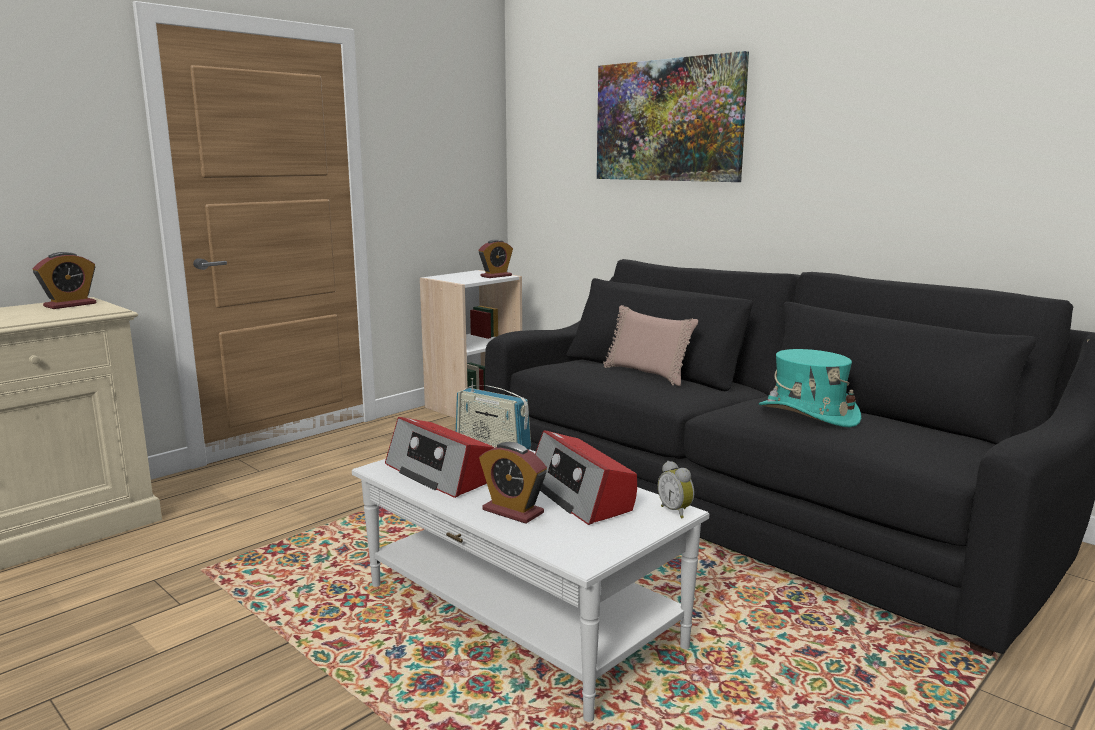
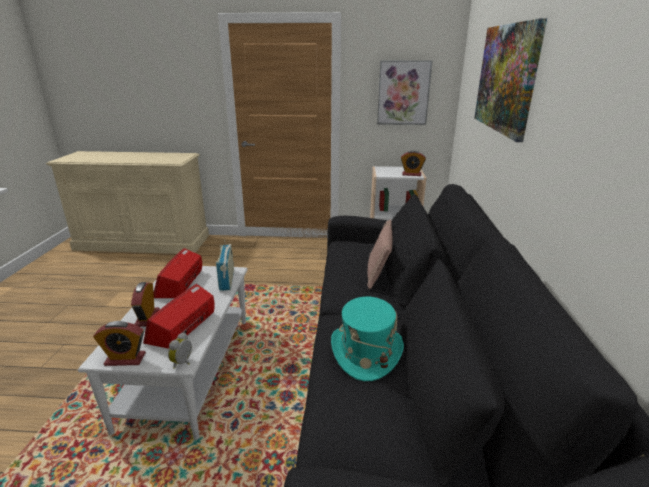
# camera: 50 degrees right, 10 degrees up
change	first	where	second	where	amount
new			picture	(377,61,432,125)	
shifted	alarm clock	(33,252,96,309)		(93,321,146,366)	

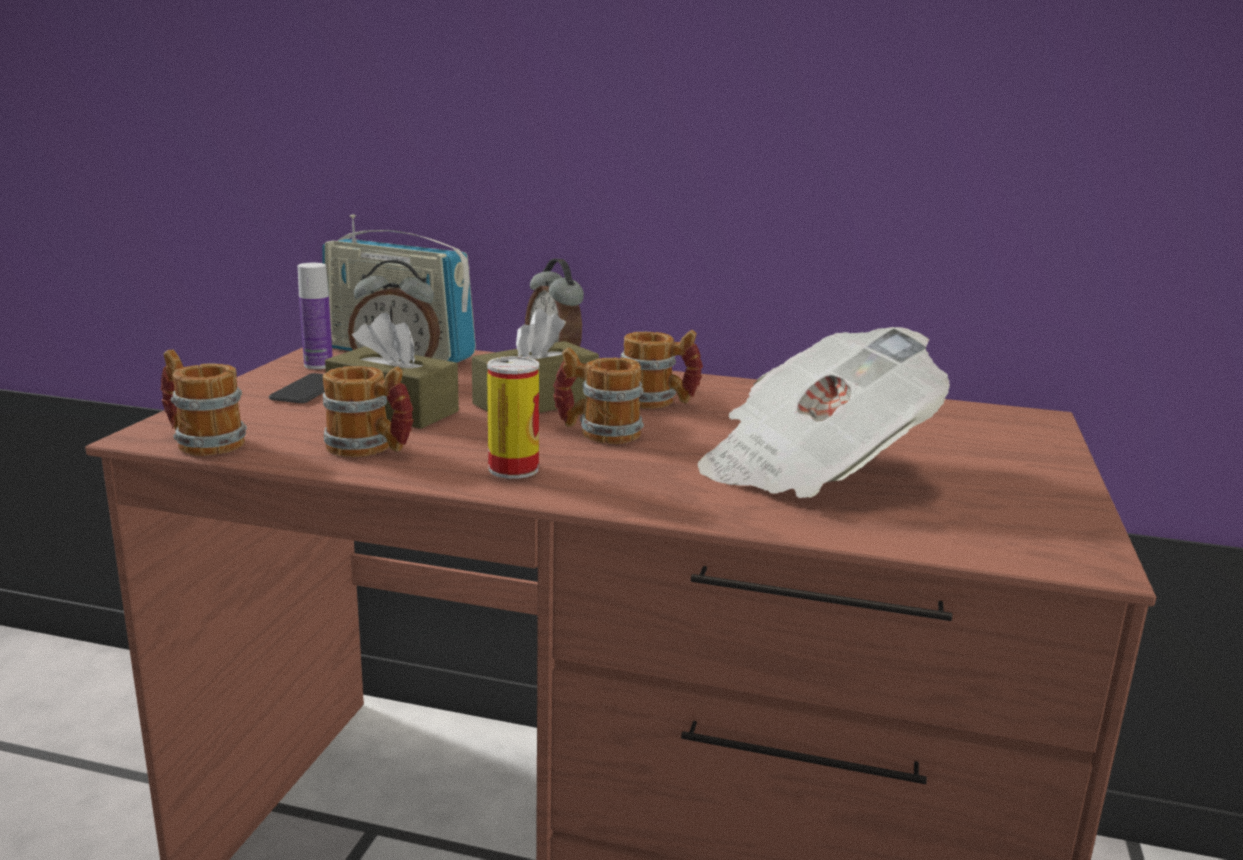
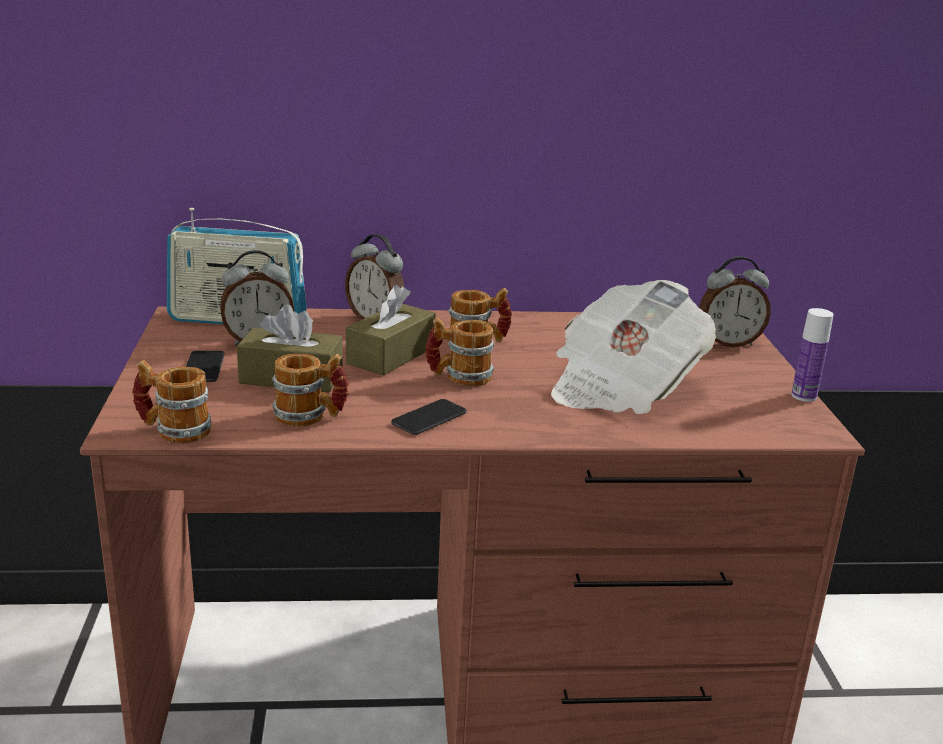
# camera: 20 degrees left, 5 degrees up
change	first	where	second	where	amount
new			alarm clock	(699,256,771,348)	
shifted	bottle	(298,263,333,369)		(791,308,834,402)	
swapped	can	(487,356,539,479)	phone	(391,399,467,435)	

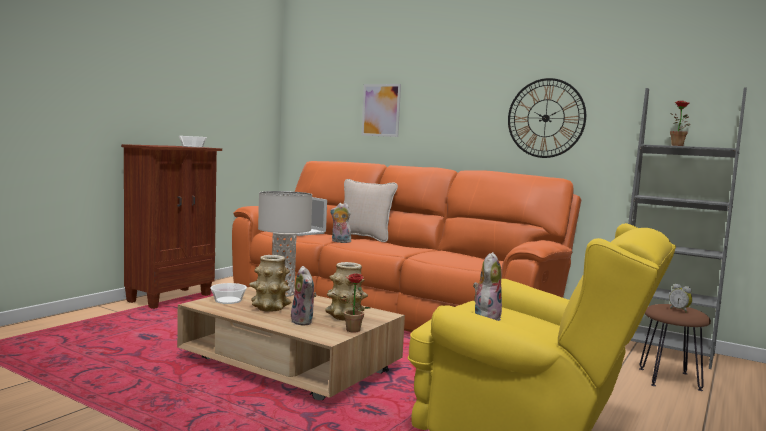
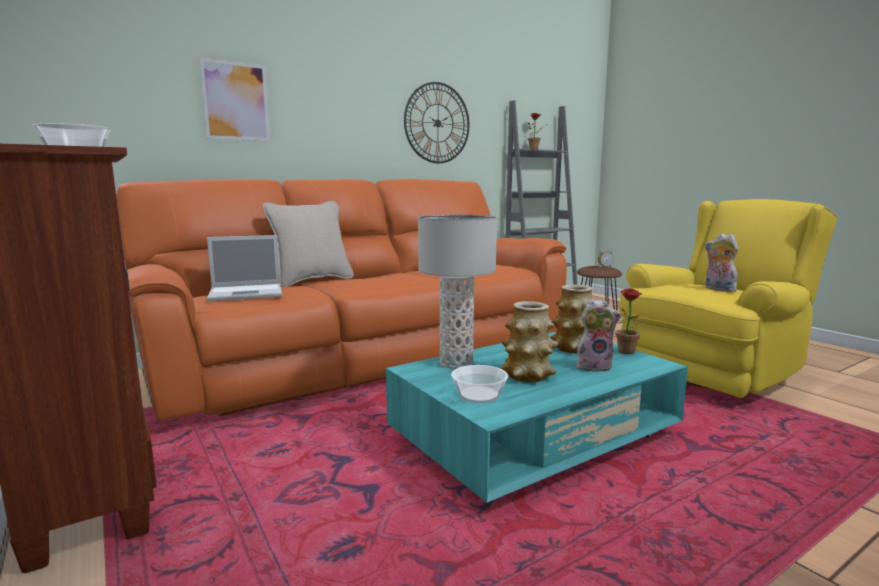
# camera: 65 degrees left, 5 degrees up
change	first	where	second	where	amount
gone	plush toy	(330,203,351,243)			
repainted	coffee table/brown	(177,287,405,401)	coffee table/turquoise	(386,331,688,503)	

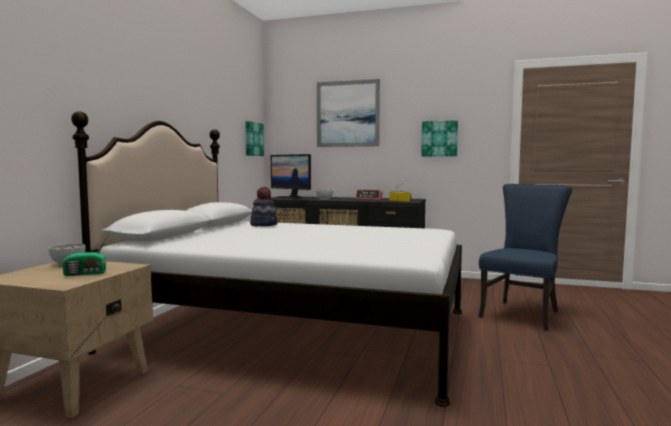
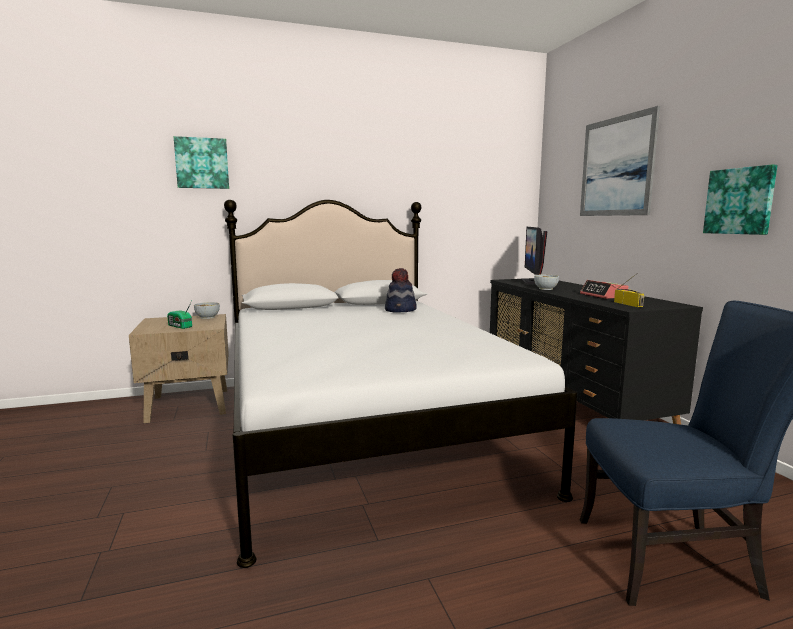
# camera: 55 degrees right, 5 degrees up
change	first	where	second	where	amount
shifted	picture	(245,121,264,156)		(174,136,229,189)	

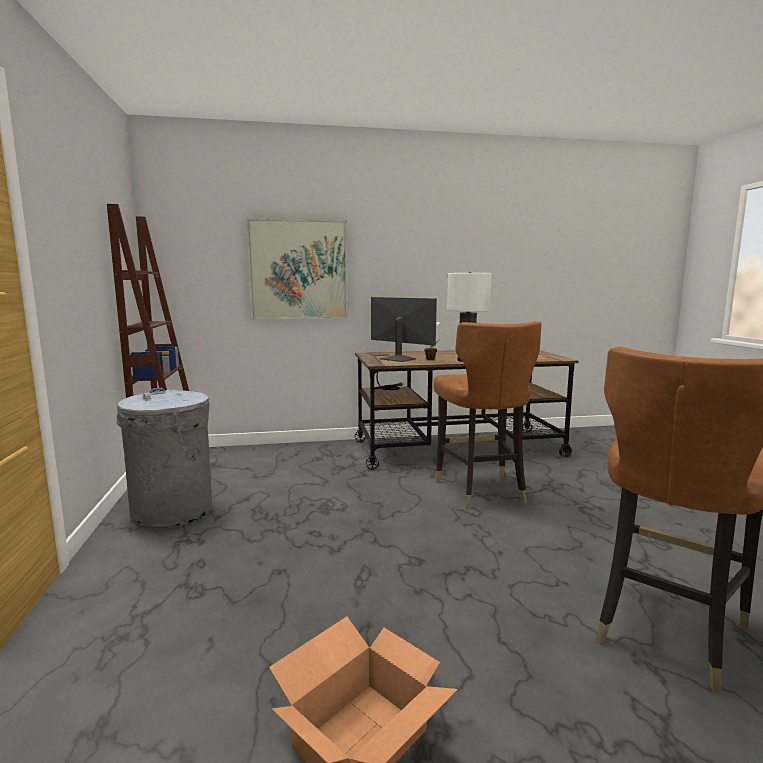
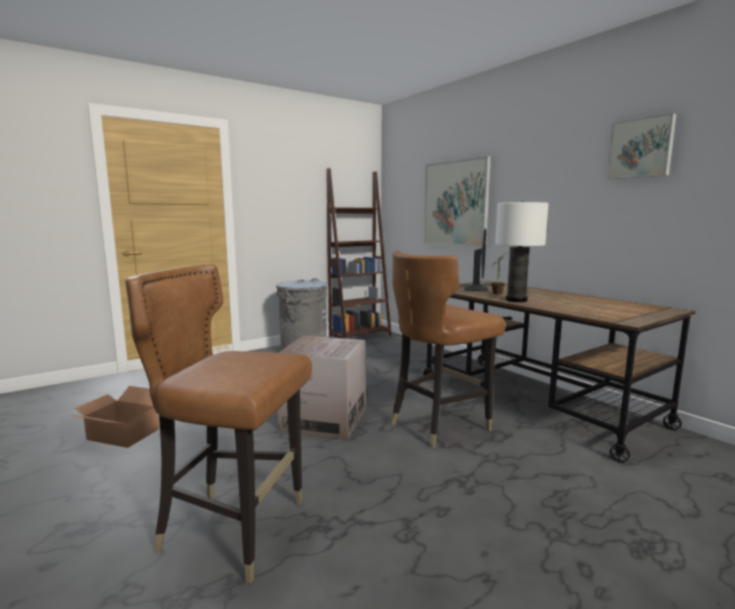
# camera: 65 degrees right, 0 degrees up
change	first	where	second	where	amount
new			cardboard box	(278,336,366,439)	
new			picture	(607,113,676,179)	

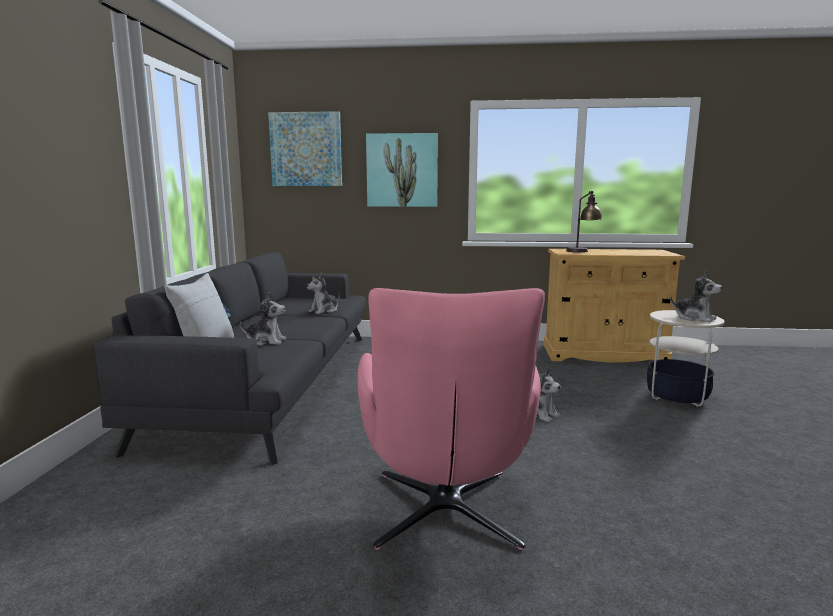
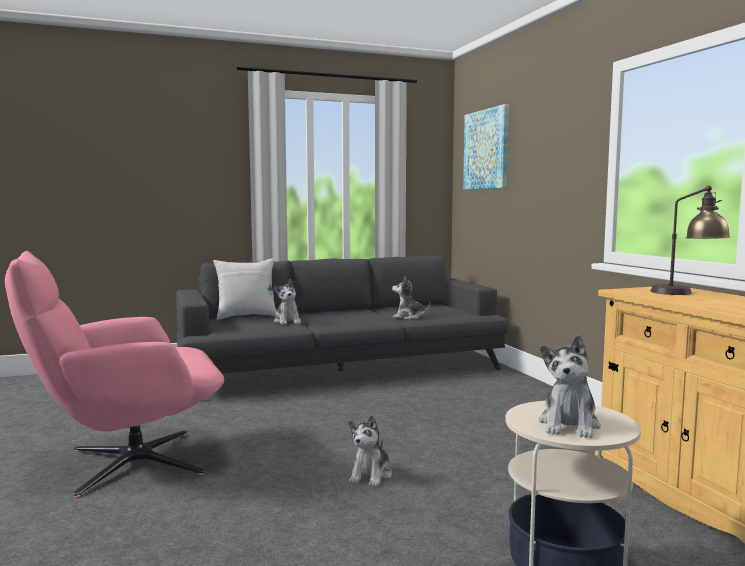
# camera: 65 degrees right, 5 degrees down
change	first	where	second	where	amount
gone	picture	(366,133,438,207)			

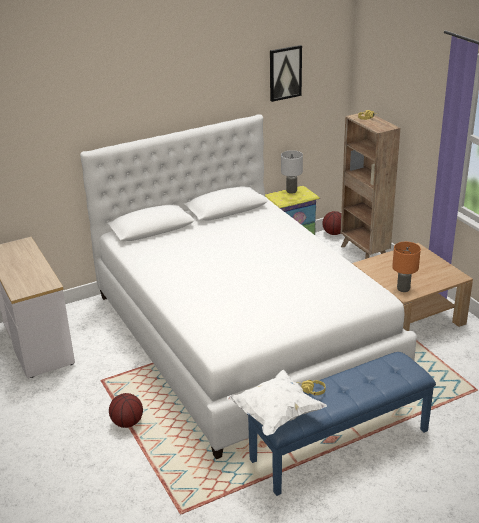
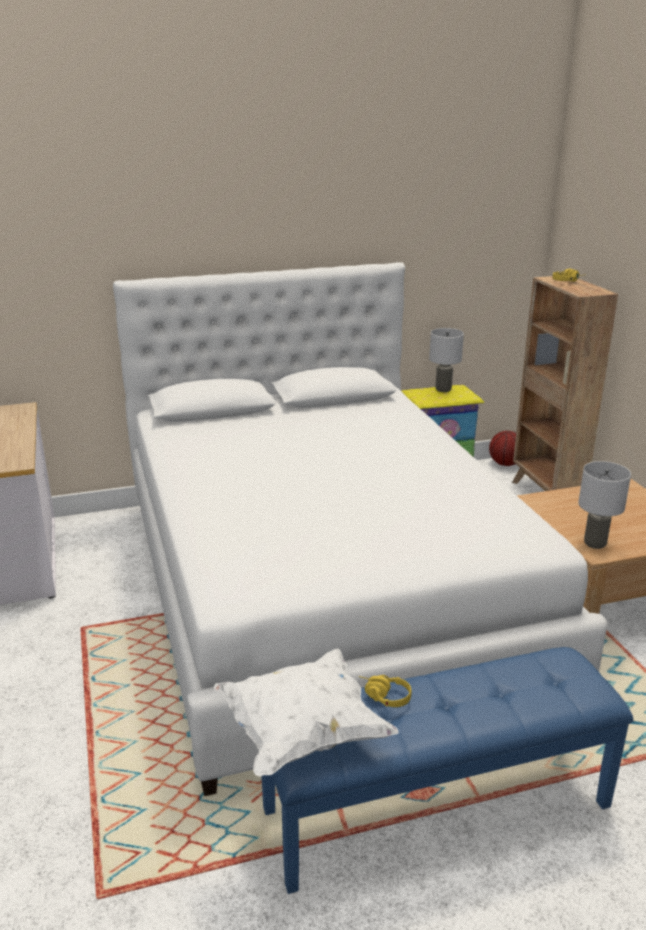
# camera: 10 degrees right, 5 degrees down
change	first	where	second	where	amount
gone	basketball	(109,393,143,428)			
gone	picture	(270,45,302,102)			
repainted	table lamp/orange	(392,242,421,292)	table lamp/white	(578,461,631,549)	

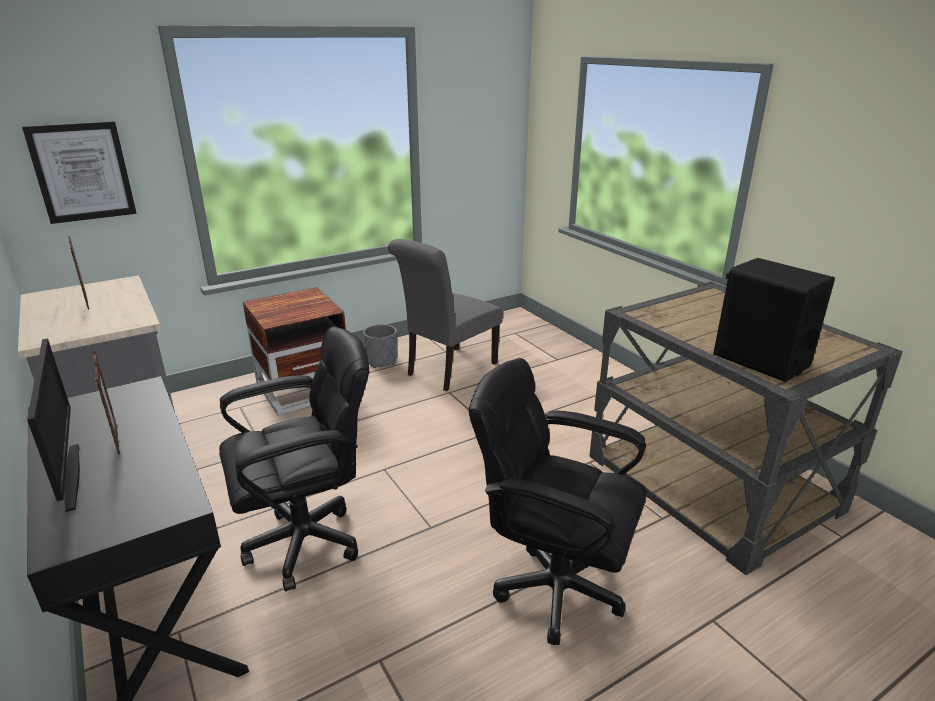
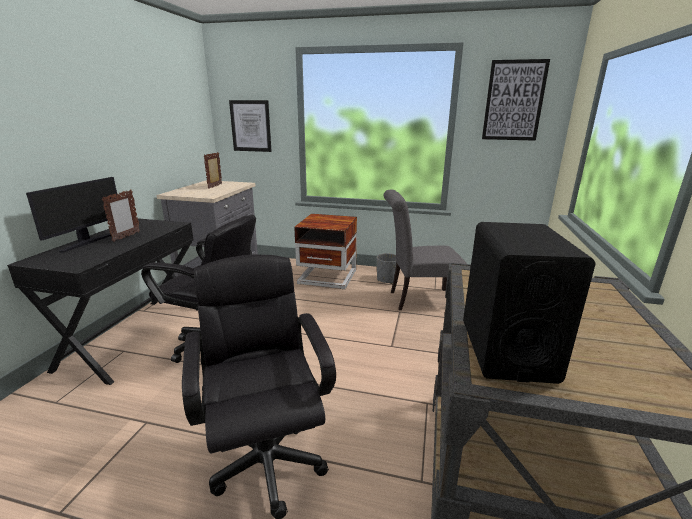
# camera: 45 degrees right, 5 degrees down
change	first	where	second	where	amount
new			picture	(482,59,550,141)	

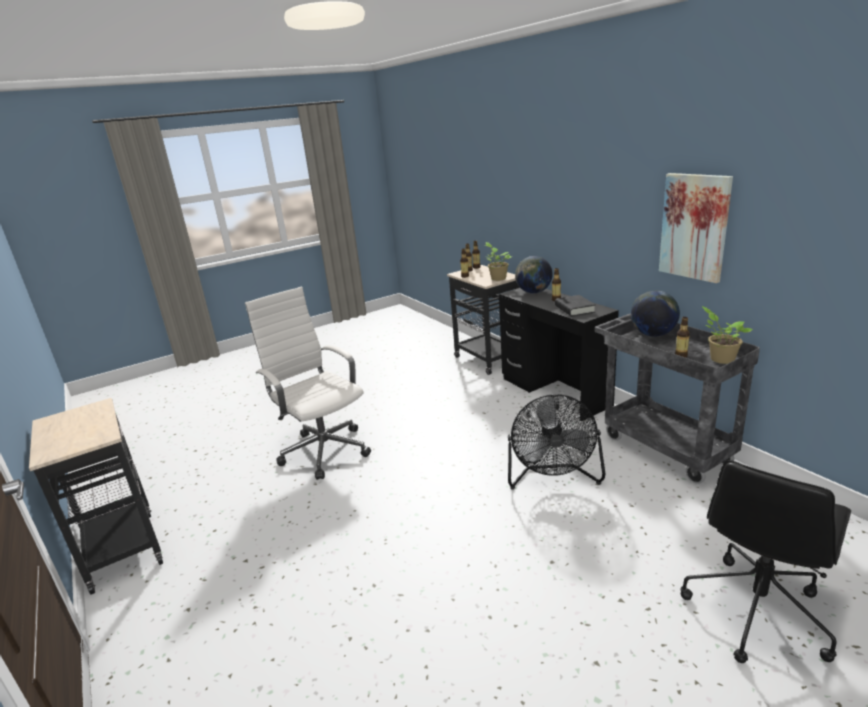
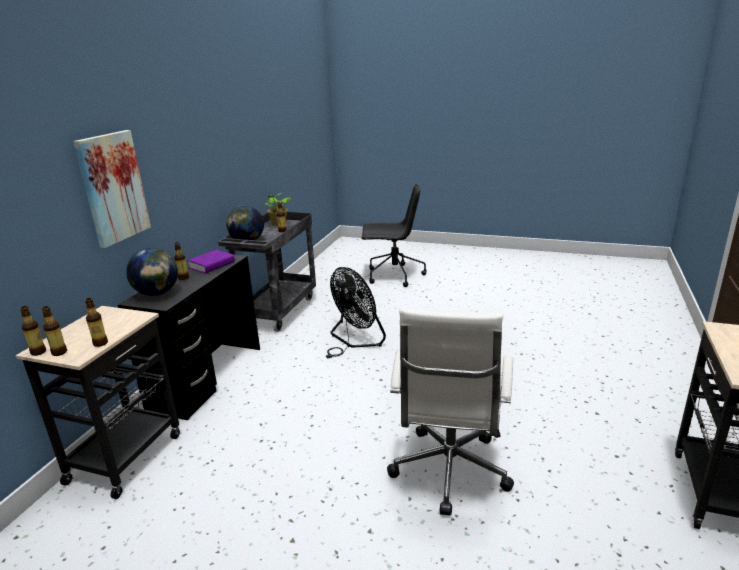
# camera: 130 degrees left, 0 degrees up
change	first	where	second	where	amount
gone	potted plant	(485,242,512,281)			
shifted	picture	(659,173,733,283)		(73,130,151,248)	
repainted	book/black	(555,295,596,317)	book/purple	(187,250,235,273)	

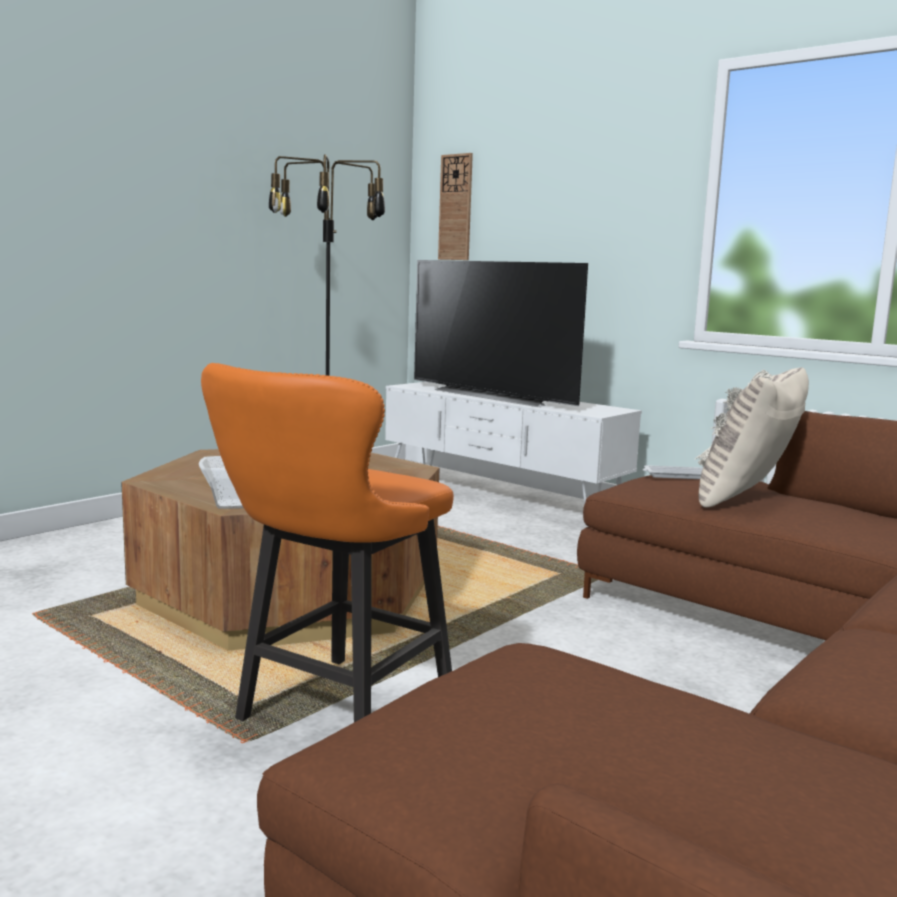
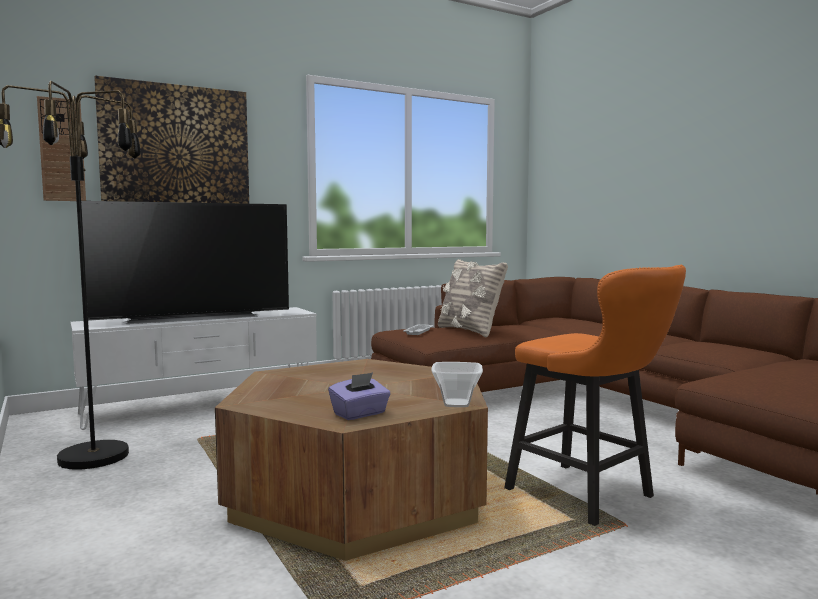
# camera: 70 degrees left, 5 degrees down
change	first	where	second	where	amount
new			picture	(94,76,249,204)	
new			tissue box/purple	(328,372,391,420)	

